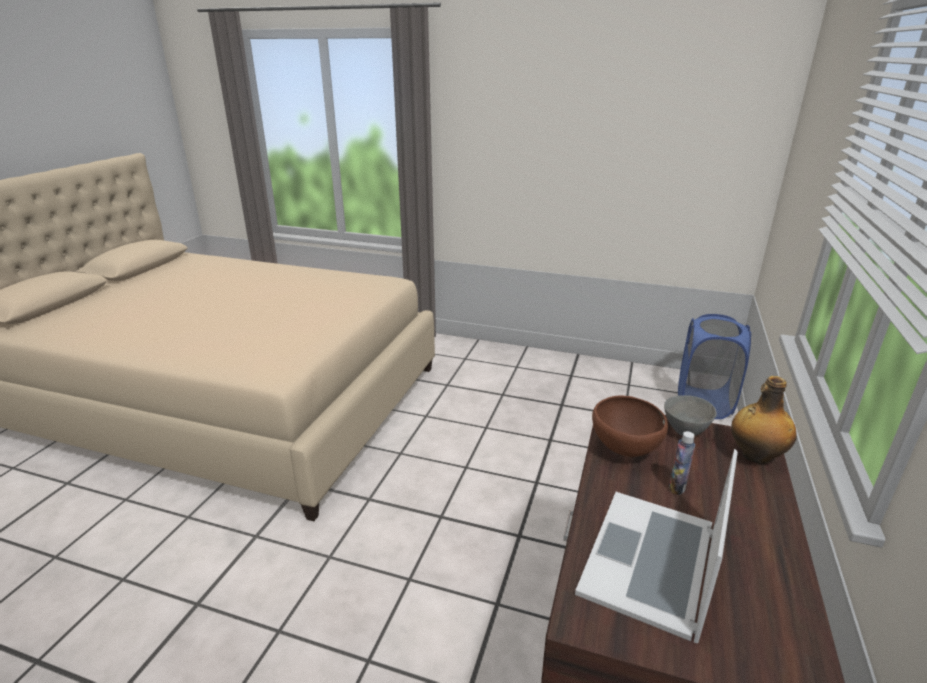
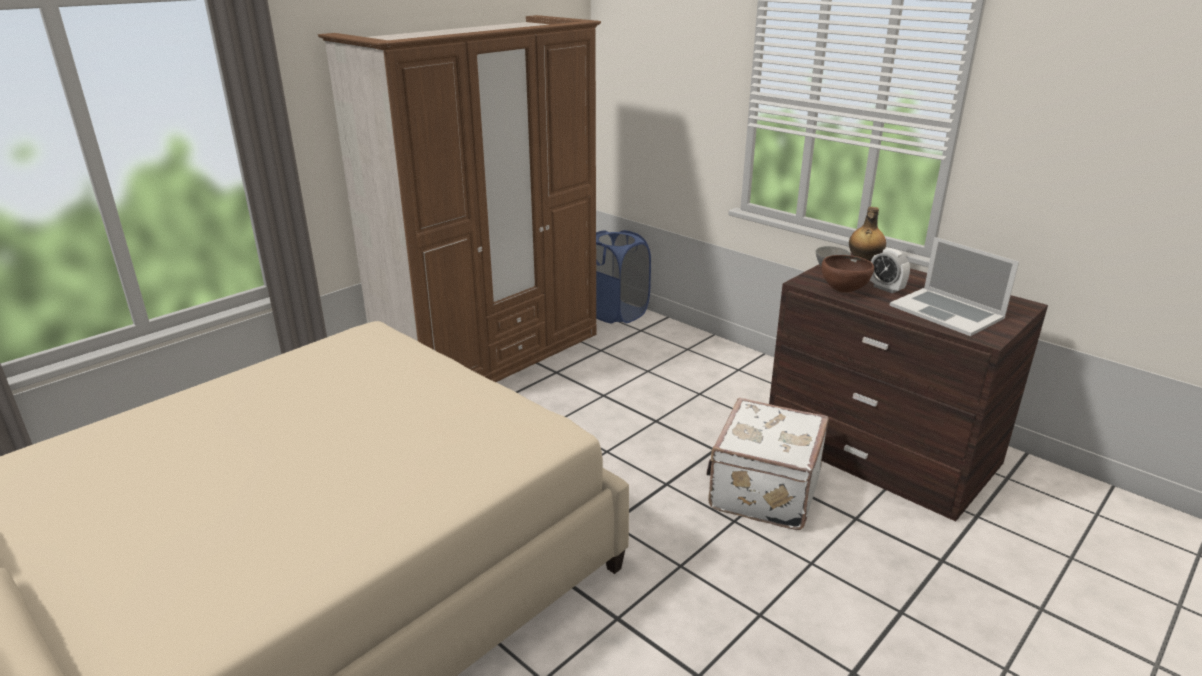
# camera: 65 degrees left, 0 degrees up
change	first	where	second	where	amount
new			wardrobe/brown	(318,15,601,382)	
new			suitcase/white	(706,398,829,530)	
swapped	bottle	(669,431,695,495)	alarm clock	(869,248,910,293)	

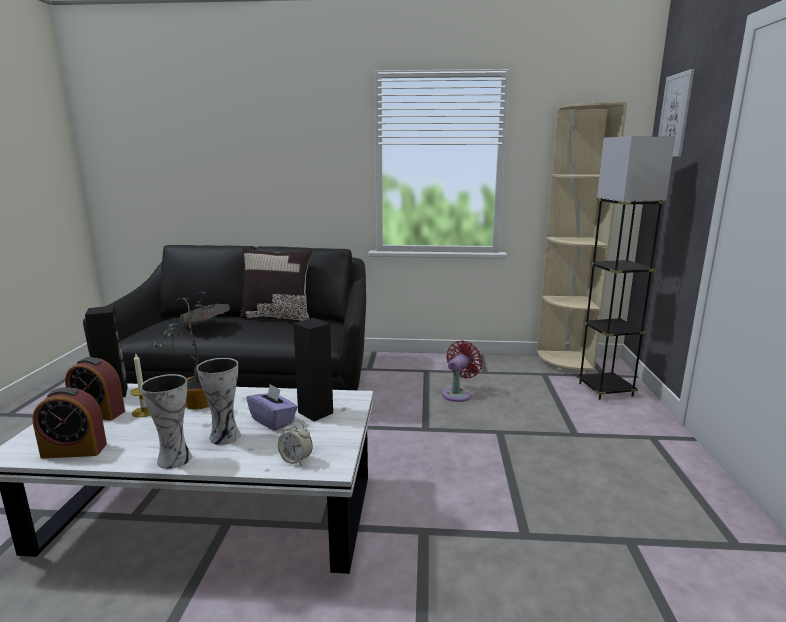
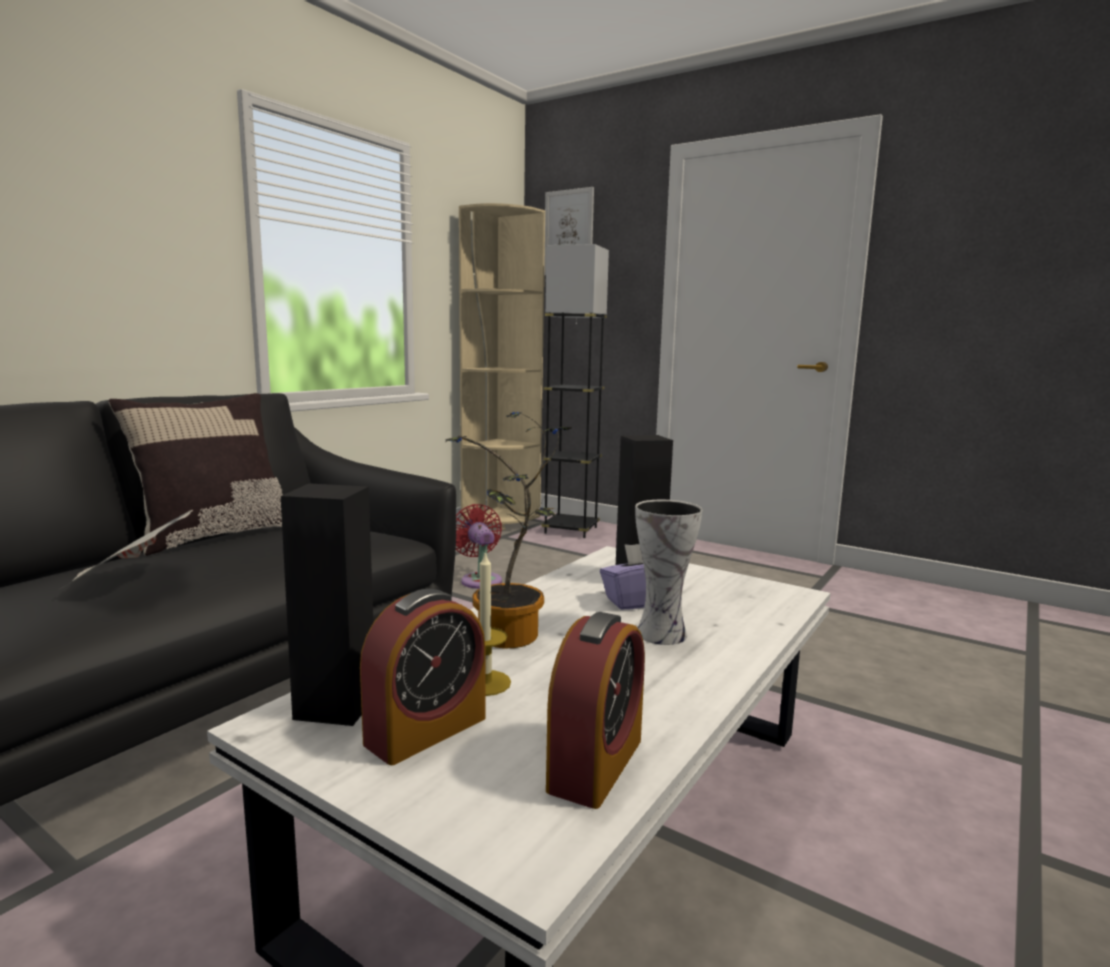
# camera: 60 degrees left, 5 degrees down
change	first	where	second	where	amount
gone	vase	(141,374,192,469)			
gone	alarm clock	(278,420,313,465)			

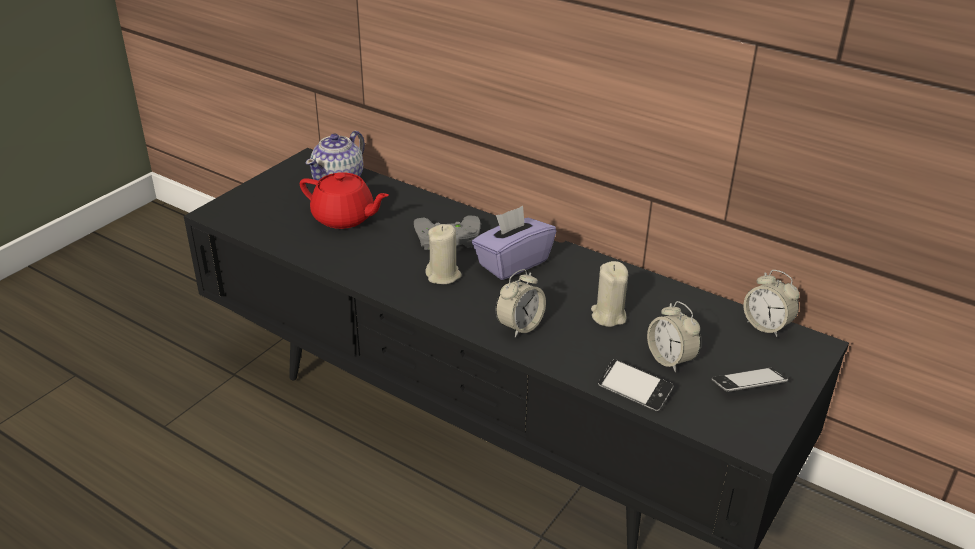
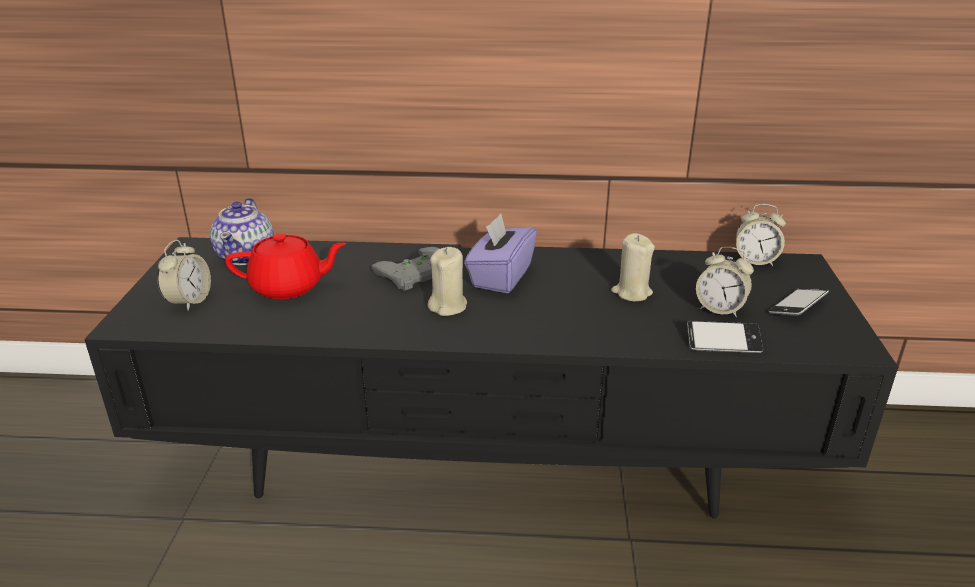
# camera: 30 degrees left, 5 degrees down
change	first	where	second	where	amount
shifted	alarm clock	(496,269,546,338)		(157,240,211,311)	

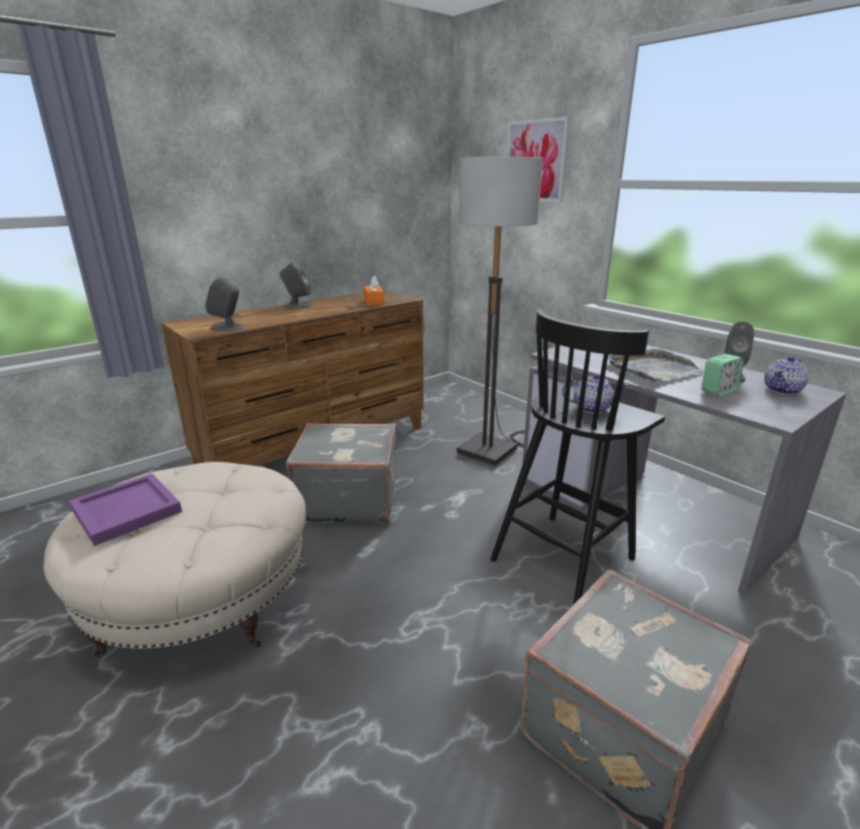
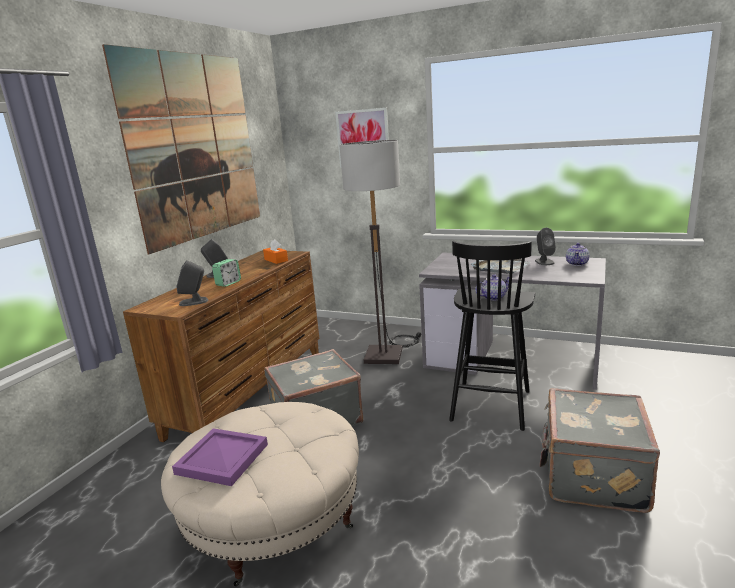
# camera: 25 degrees left, 5 degrees down
change	first	where	second	where	amount
new			picture	(102,44,260,254)	
shifted	alarm clock	(701,354,744,396)		(212,259,241,287)	

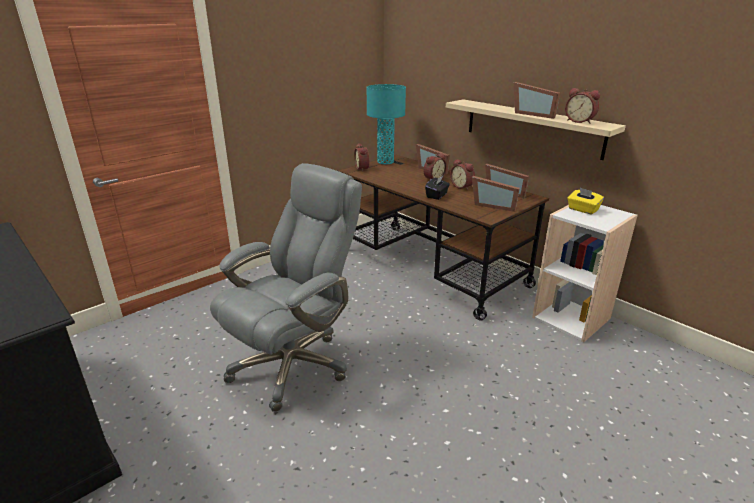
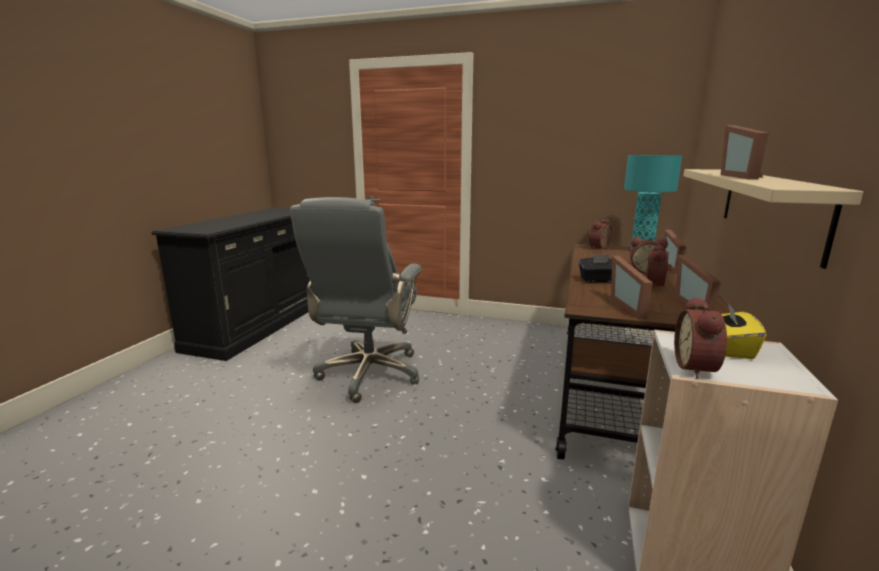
# camera: 60 degrees right, 10 degrees down
change	first	where	second	where	amount
shifted	alarm clock	(565,88,600,124)		(674,297,727,379)	
rotated	office chair/grey	(210,163,362,412)		(290,197,422,403)	90 degrees clockwise

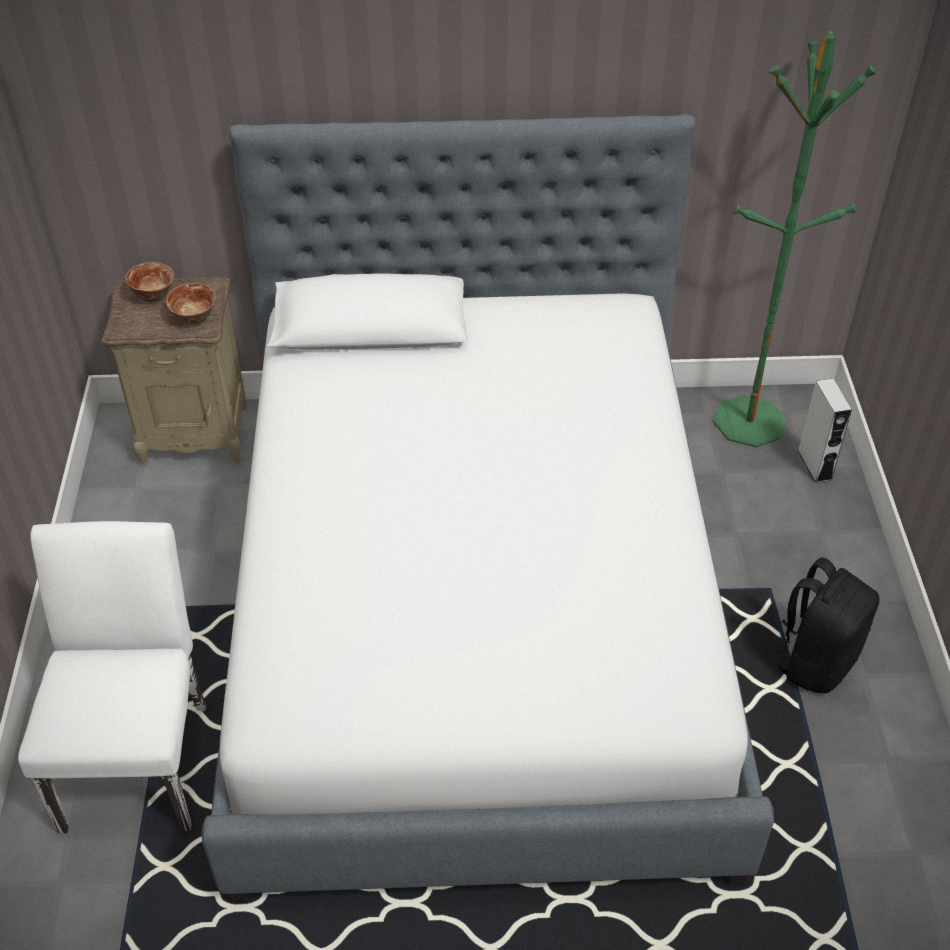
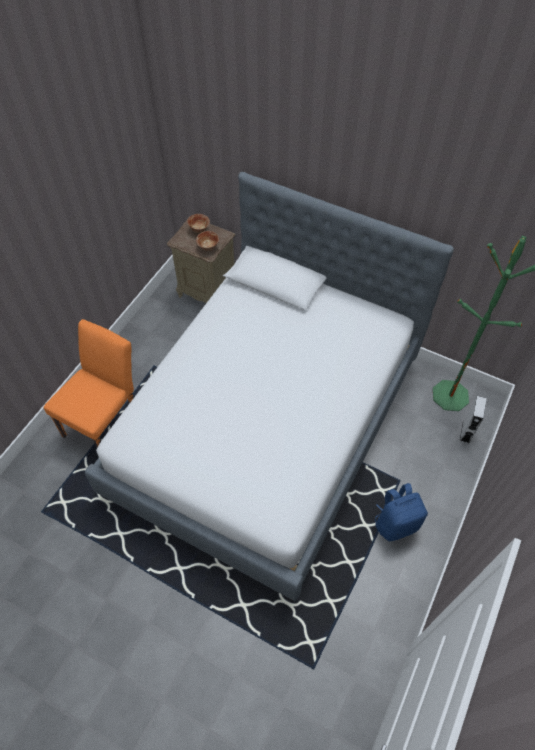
# camera: 30 degrees right, 10 degrees up
change	first	where	second	where	amount
repainted	chair/white	(18,521,207,834)	chair/orange	(44,319,134,447)	
repainted	backpack/black	(762,557,880,693)	backpack/blue	(375,483,428,541)	

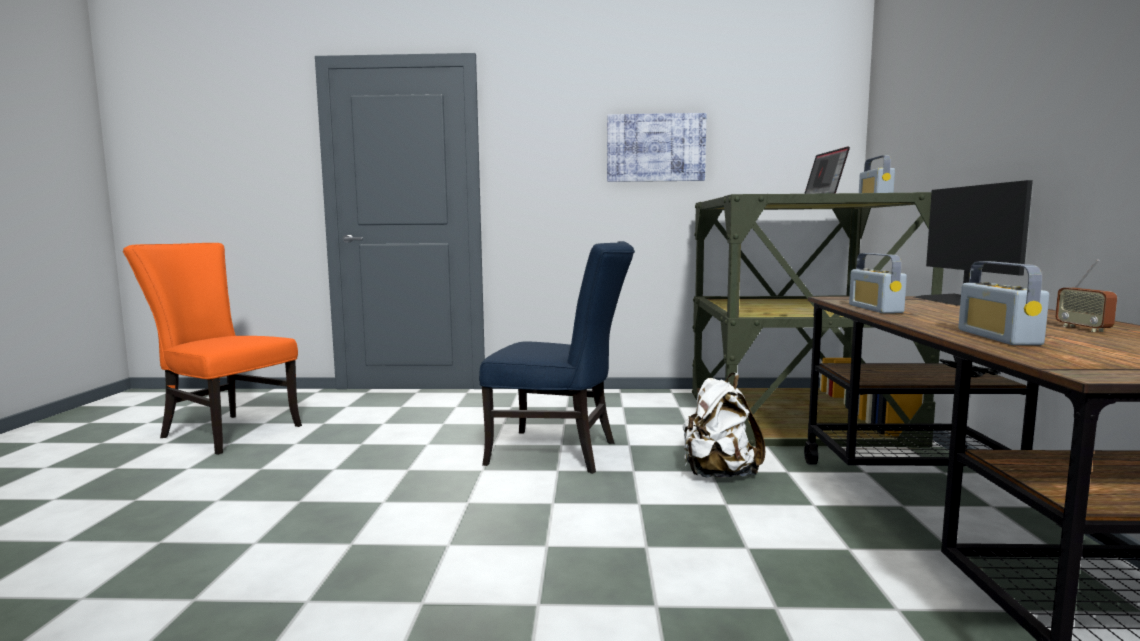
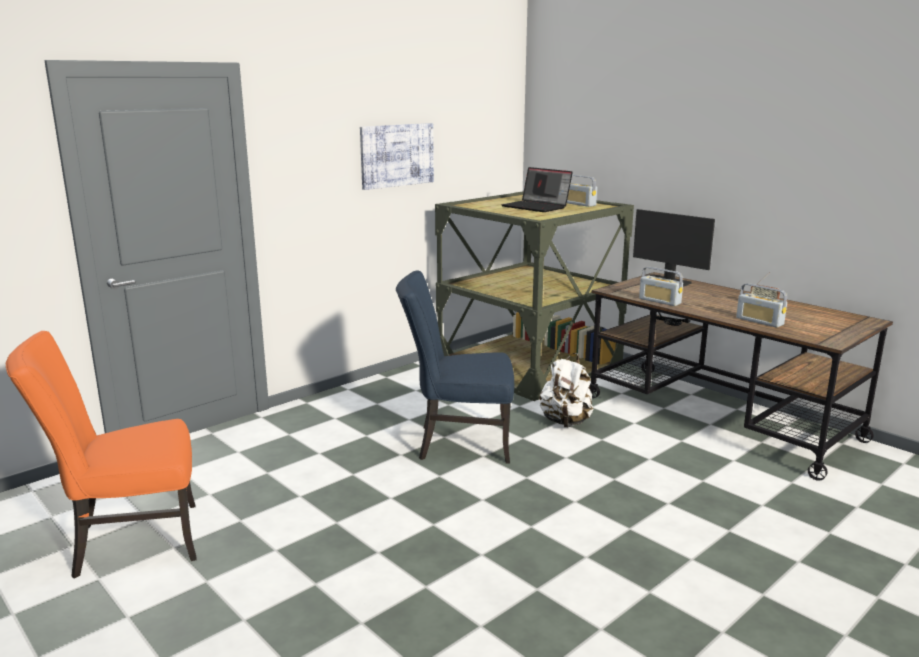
# camera: 45 degrees left, 10 degrees up
change	first	where	second	where	amount
rotated	chair/blue	(479,241,635,474)		(396,270,514,464)	150 degrees counterclockwise

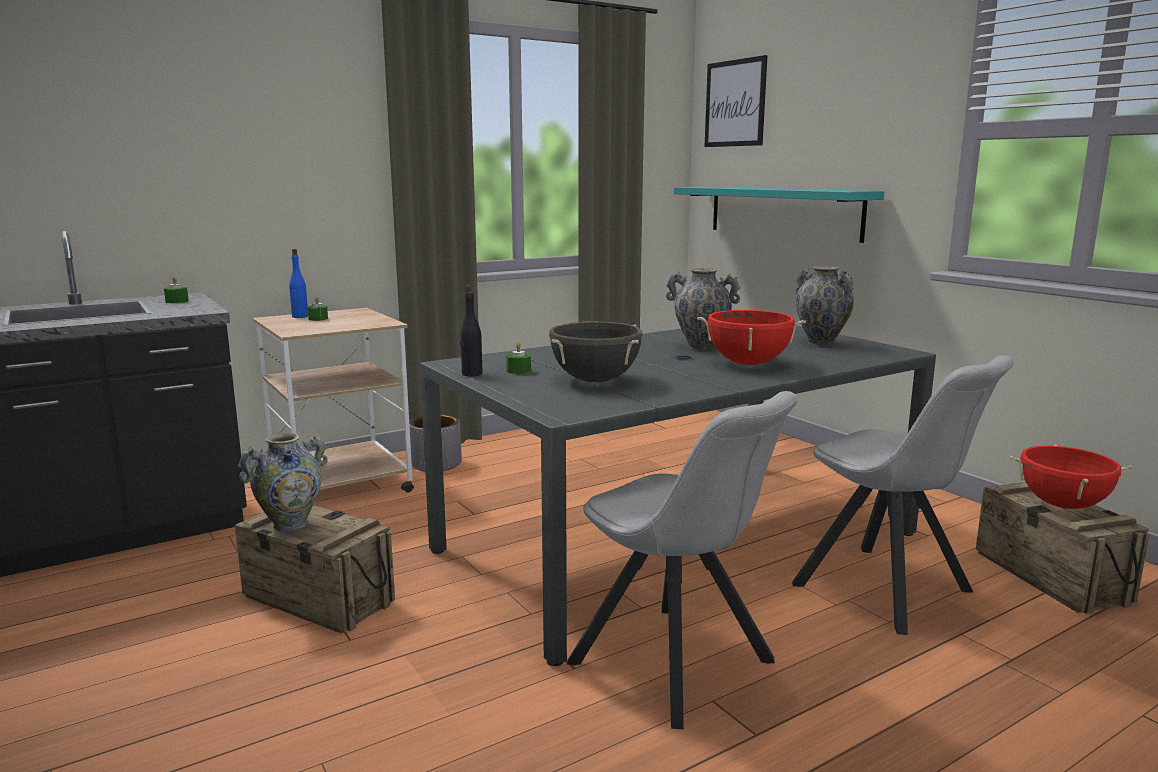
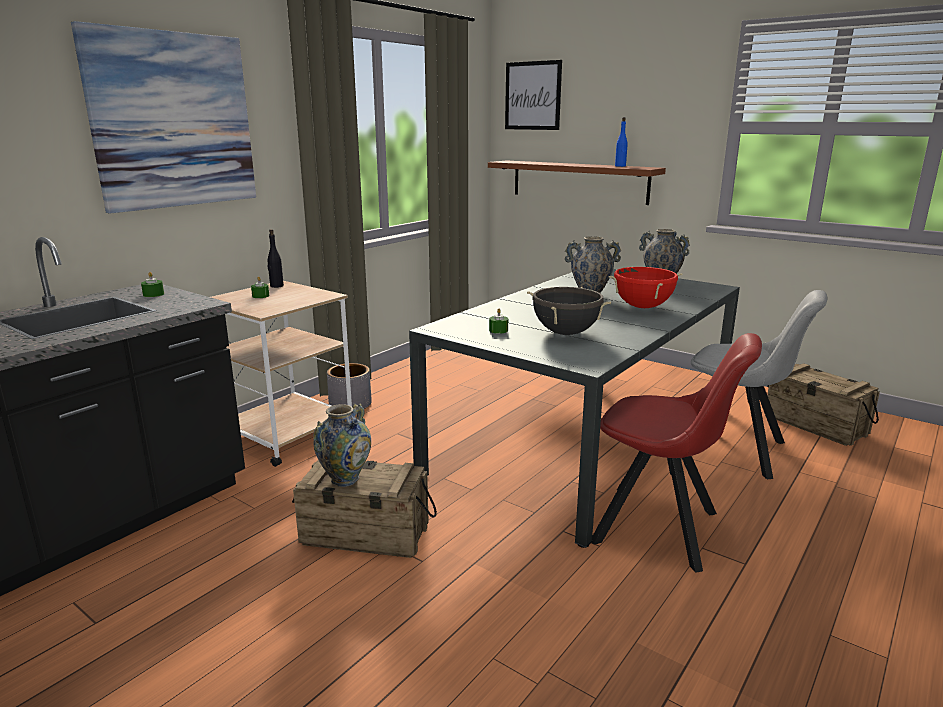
# camera: 20 degrees left, 5 degrees up
change	first	where	second	where	amount
gone	cooking pot/red	(1010,444,1132,509)			
new			picture	(71,21,256,213)	
shifted	bottle/blue	(289,249,308,318)		(615,117,628,167)	
shifted	bottle/black	(460,285,483,377)		(268,229,284,288)	
repainted	chair/grey	(567,391,797,729)	chair/red	(592,333,762,573)	
repainted	shelf/turquoise	(674,187,884,243)	shelf/brown	(488,161,666,205)	

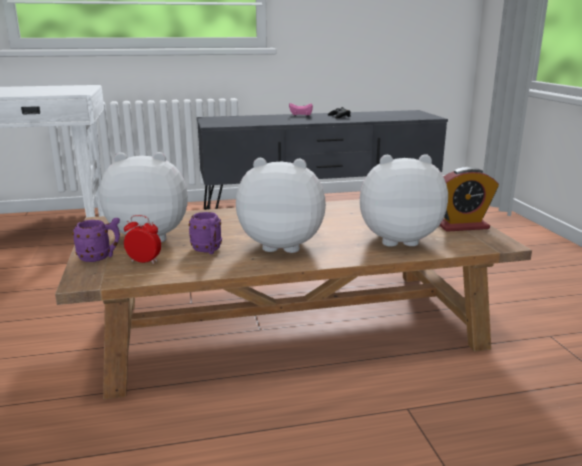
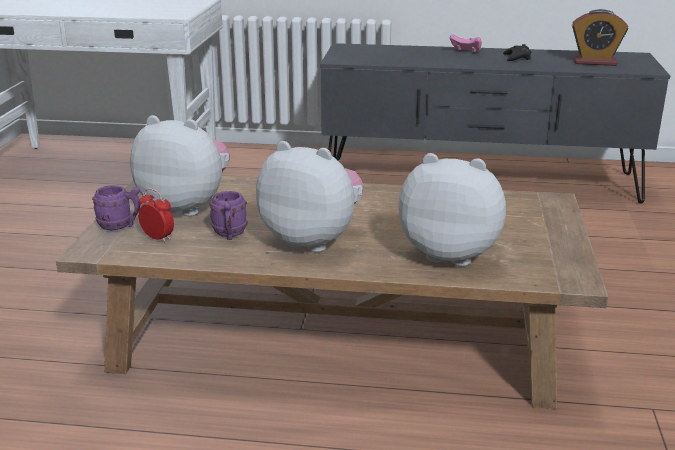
# camera: 20 degrees right, 5 degrees up
change	first	where	second	where	amount
shifted	alarm clock	(439,167,499,232)		(572,9,628,66)	

